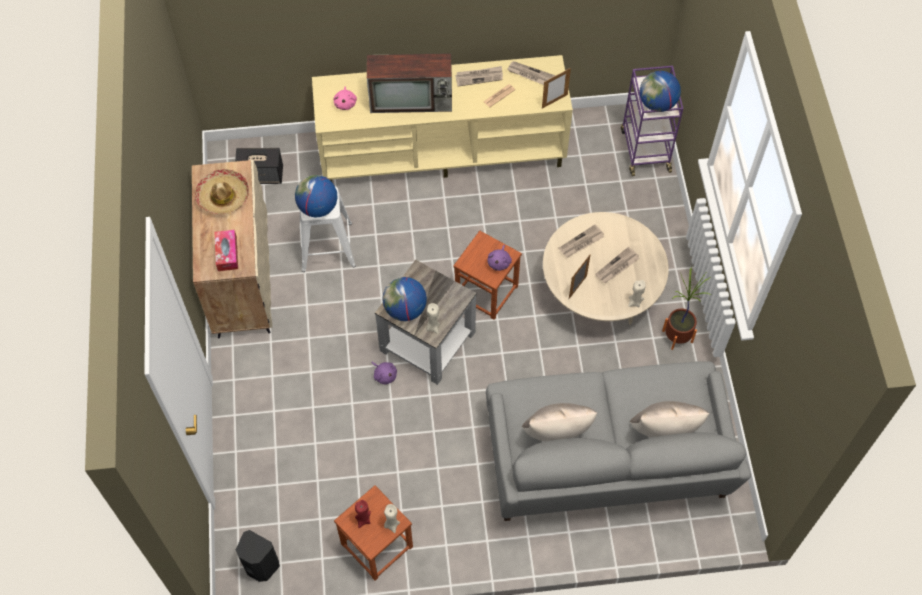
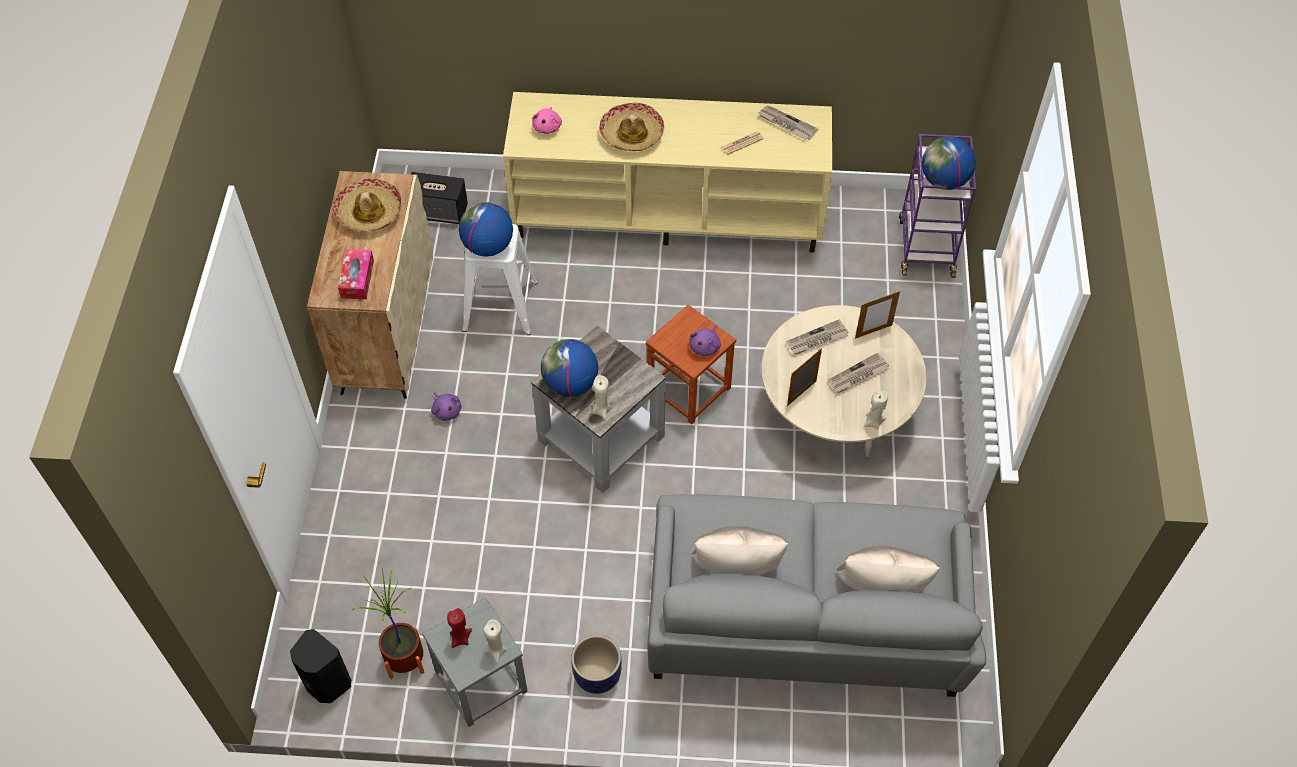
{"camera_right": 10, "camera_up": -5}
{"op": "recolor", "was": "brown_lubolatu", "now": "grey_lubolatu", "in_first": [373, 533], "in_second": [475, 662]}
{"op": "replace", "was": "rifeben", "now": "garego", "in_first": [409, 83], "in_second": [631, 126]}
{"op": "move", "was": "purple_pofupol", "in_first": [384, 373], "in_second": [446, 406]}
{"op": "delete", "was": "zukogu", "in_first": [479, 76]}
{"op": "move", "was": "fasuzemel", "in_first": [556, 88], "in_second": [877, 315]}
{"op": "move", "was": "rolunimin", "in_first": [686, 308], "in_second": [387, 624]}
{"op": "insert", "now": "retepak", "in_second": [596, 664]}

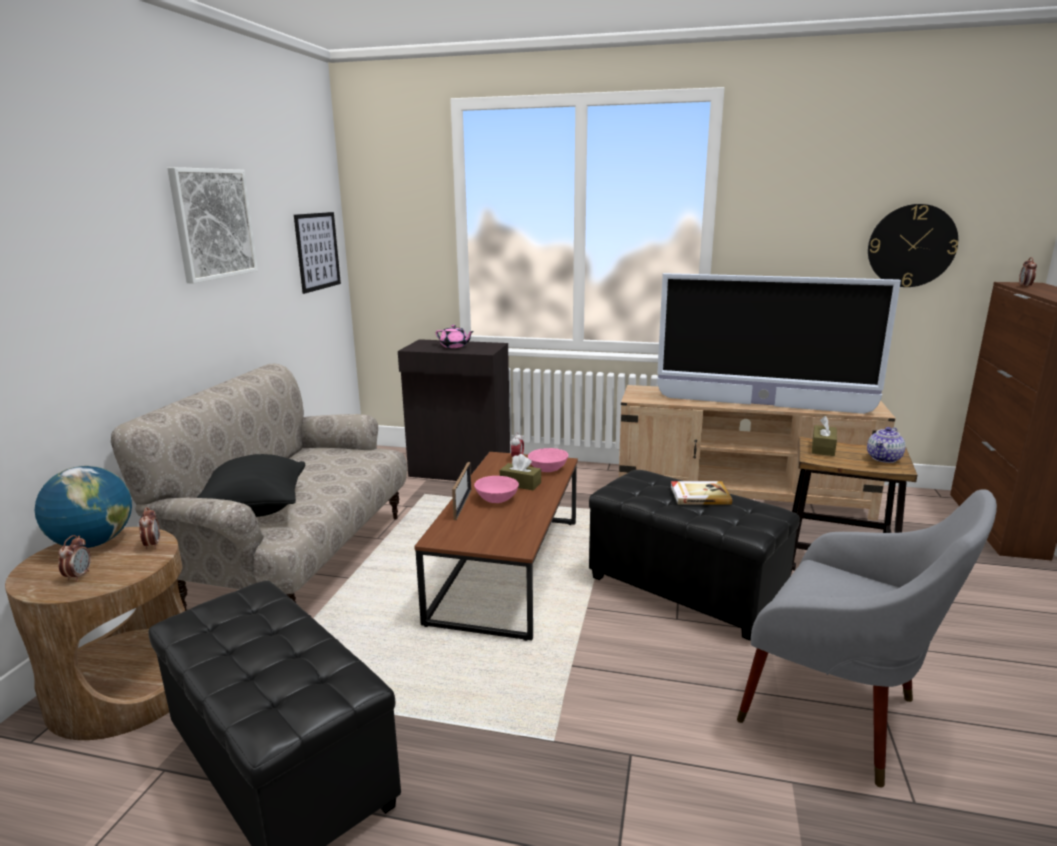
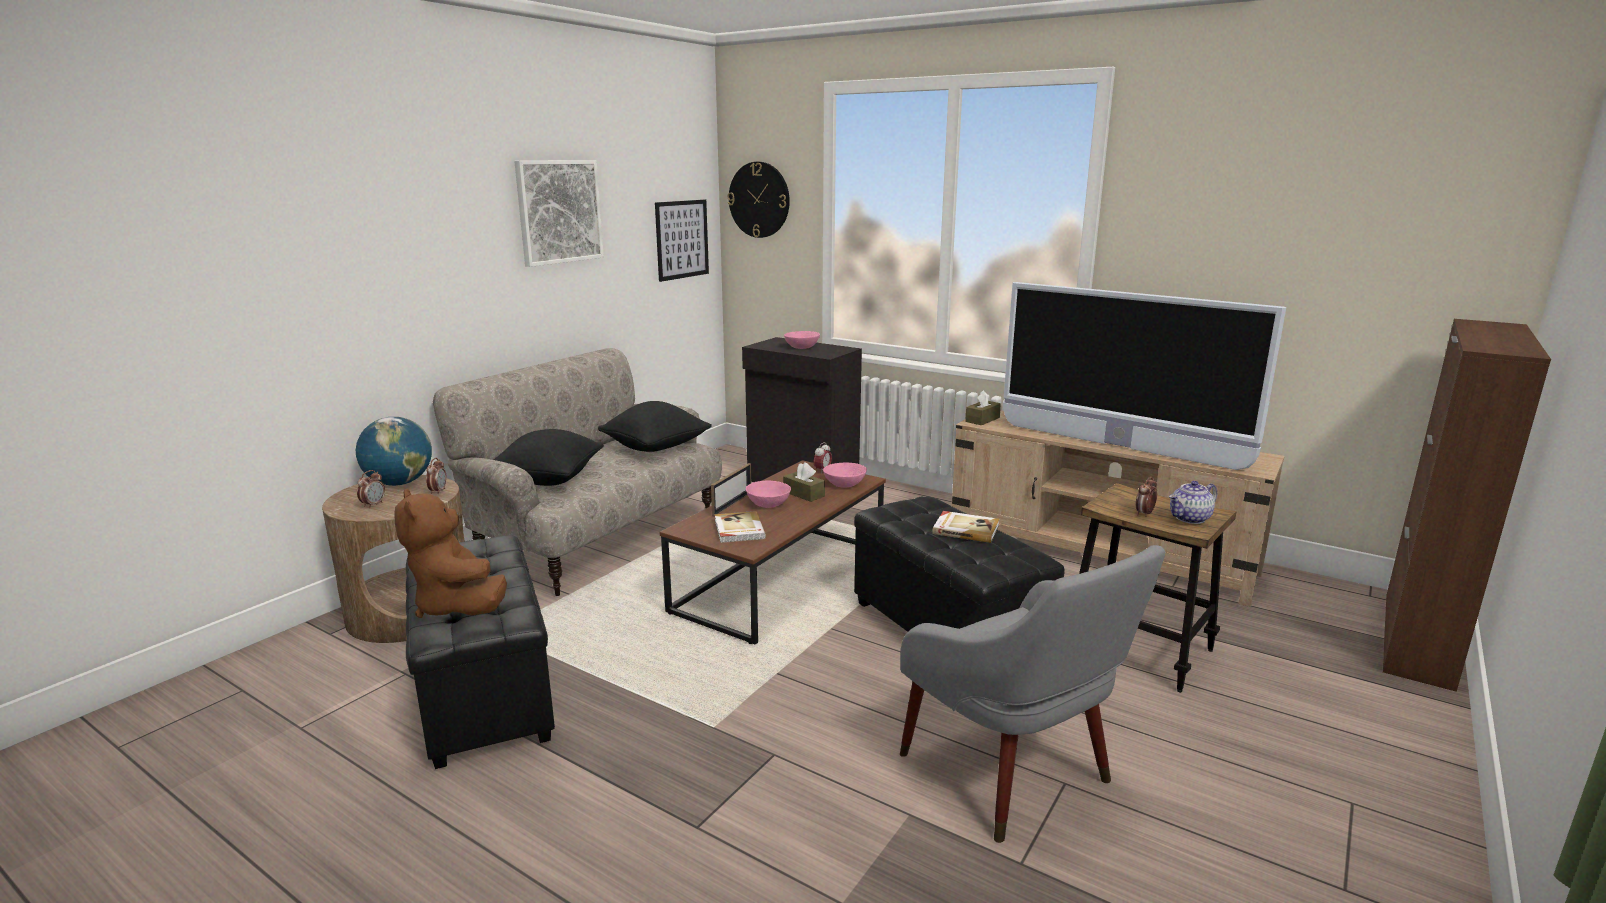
{"camera_right": 20, "camera_up": 0}
{"op": "replace", "was": "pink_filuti", "now": "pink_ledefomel", "in_first": [455, 336], "in_second": [802, 340]}
{"op": "move", "was": "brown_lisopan", "in_first": [824, 436], "in_second": [983, 407]}
{"op": "move", "was": "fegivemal", "in_first": [913, 245], "in_second": [758, 200]}
{"op": "move", "was": "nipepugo", "in_first": [1028, 272], "in_second": [1146, 497]}
{"op": "insert", "now": "brown_pofupol", "in_second": [451, 553]}
{"op": "insert", "now": "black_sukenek", "in_second": [655, 426]}
{"op": "insert", "now": "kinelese", "in_second": [740, 527]}

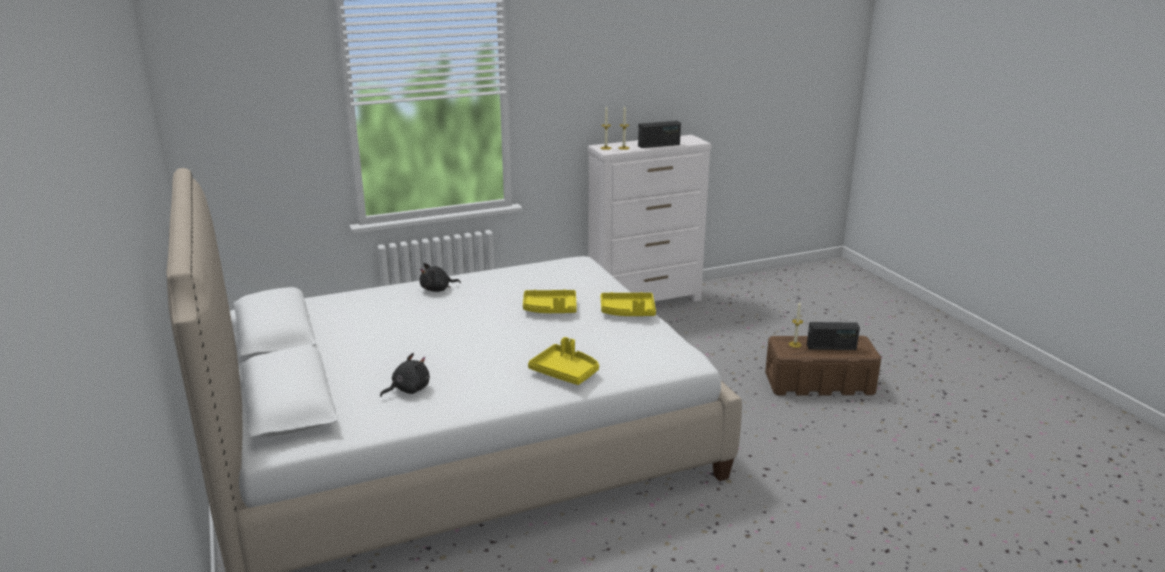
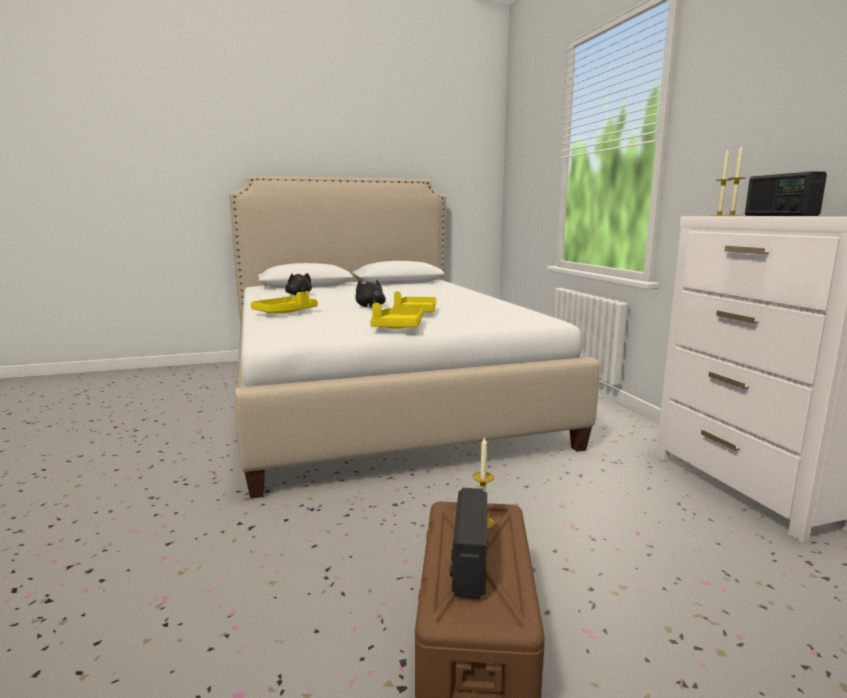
{"camera_right": 95, "camera_up": -10}
{"op": "move", "was": "black_pofupol", "in_first": [440, 277], "in_second": [371, 294]}

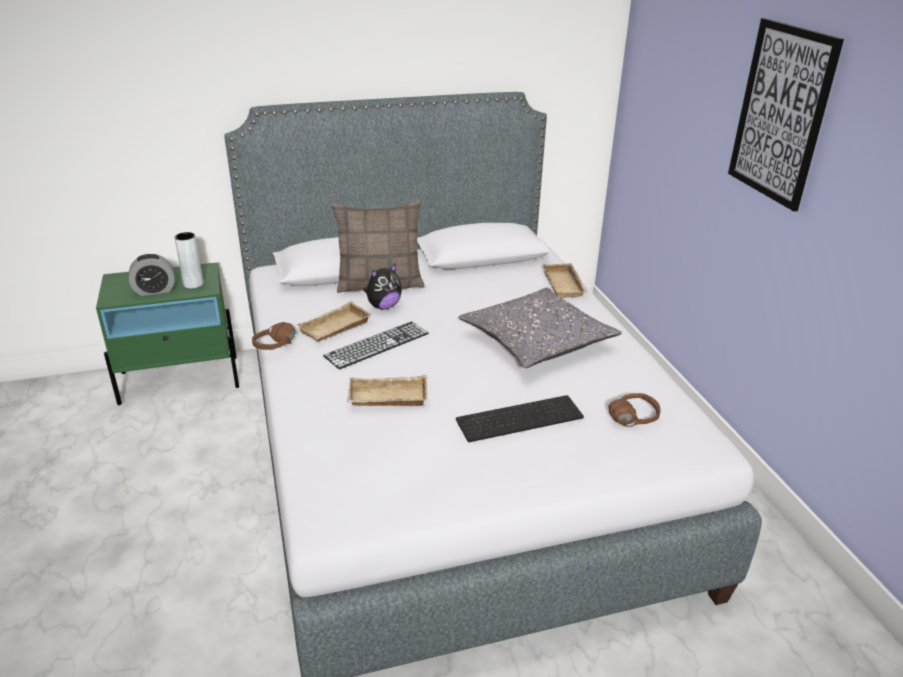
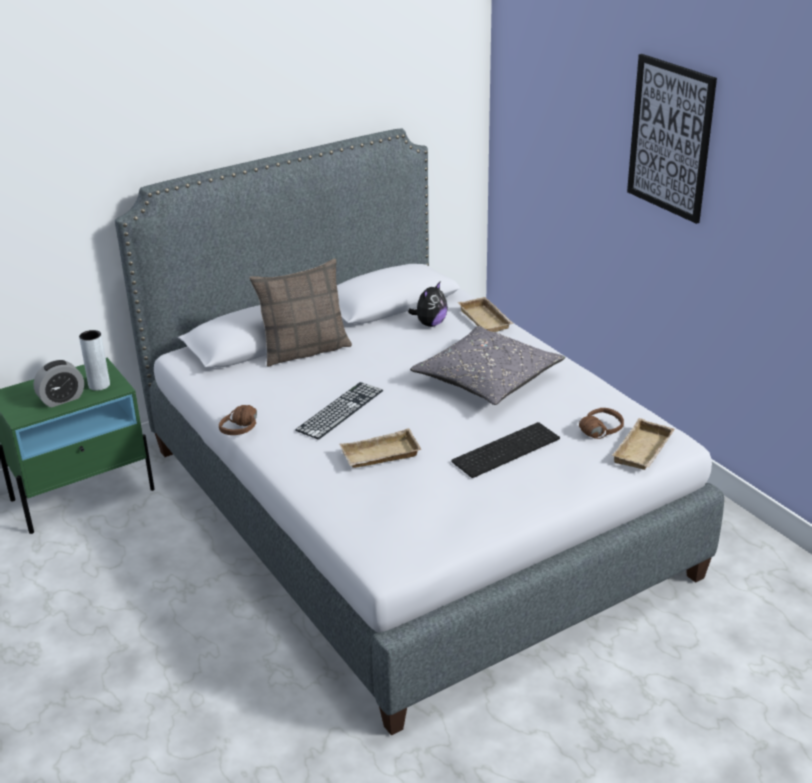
{"camera_right": -15, "camera_up": 0}
{"op": "move", "was": "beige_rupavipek", "in_first": [334, 321], "in_second": [643, 444]}
{"op": "move", "was": "pofupol", "in_first": [383, 286], "in_second": [428, 304]}

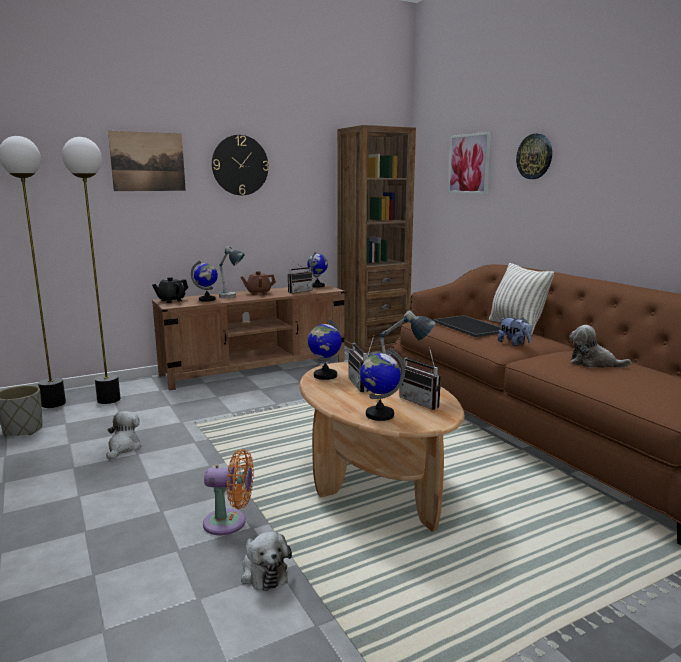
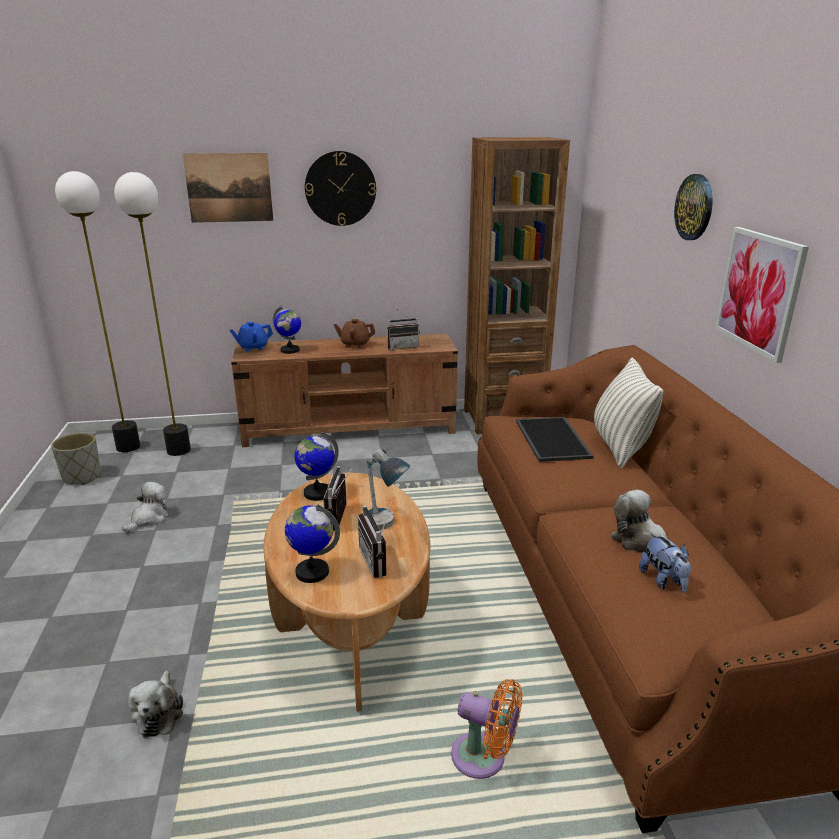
{"camera_right": 20, "camera_up": 10}
{"op": "recolor", "was": "black_filuti", "now": "blue_filuti", "in_first": [170, 290], "in_second": [251, 336]}
{"op": "move", "was": "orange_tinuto", "in_first": [228, 492], "in_second": [487, 729]}
{"op": "delete", "was": "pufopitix", "in_first": [232, 272]}
{"op": "delete", "was": "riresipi", "in_first": [317, 269]}
{"op": "move", "was": "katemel", "in_first": [470, 163], "in_second": [762, 295]}
{"op": "move", "was": "pofupol", "in_first": [514, 332], "in_second": [665, 562]}

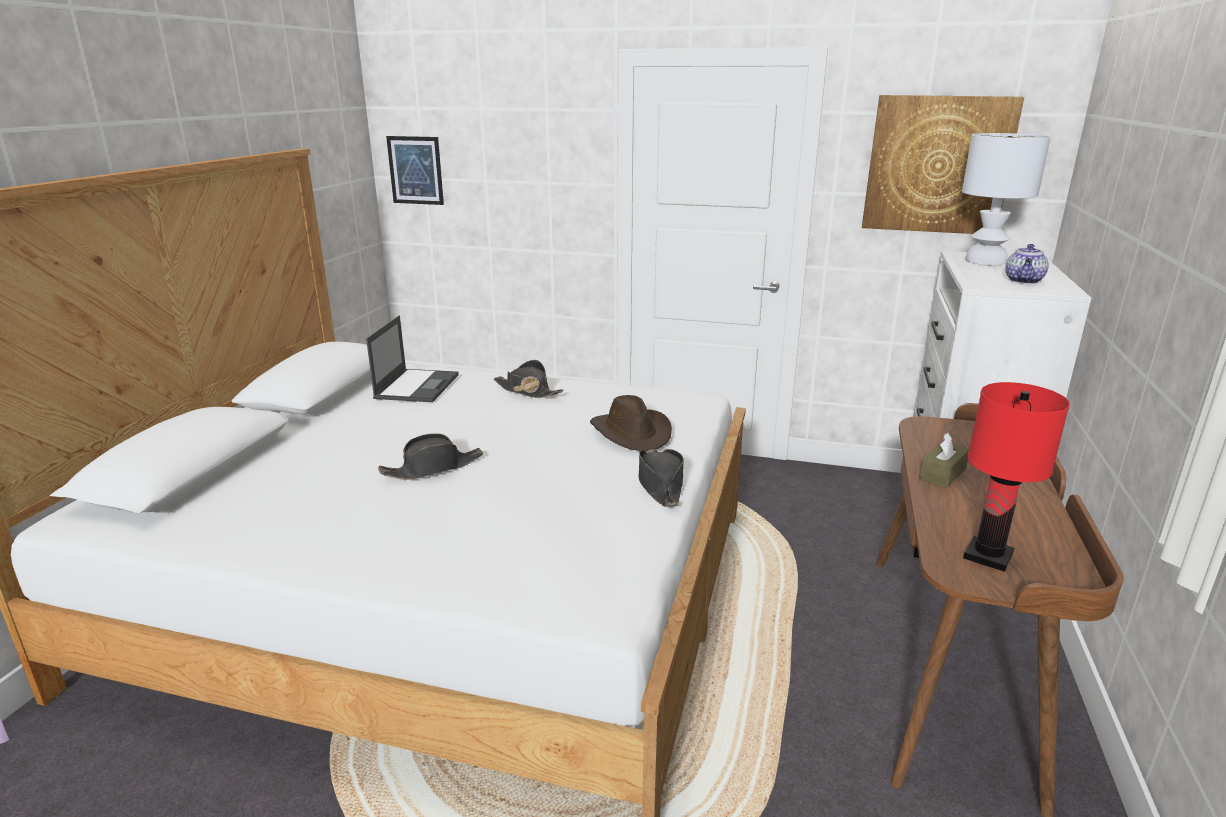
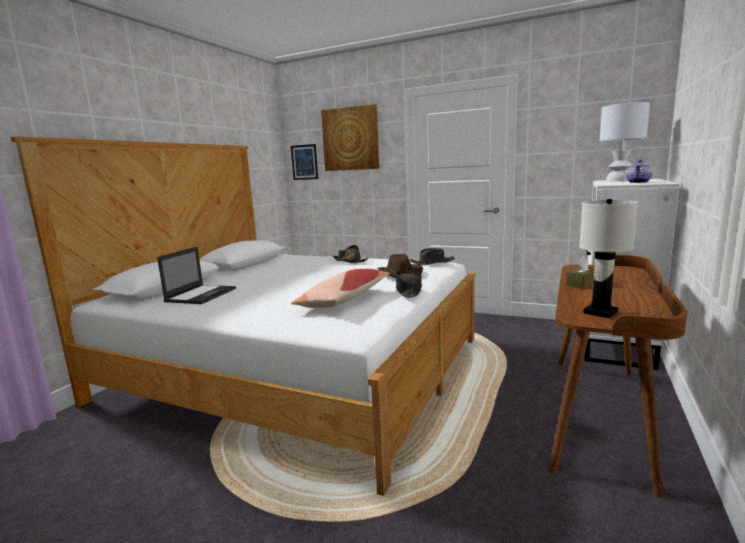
{"camera_right": 10, "camera_up": -10}
{"op": "move", "was": "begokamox", "in_first": [412, 359], "in_second": [196, 275]}
{"op": "move", "was": "black_garego", "in_first": [430, 456], "in_second": [432, 256]}
{"op": "move", "was": "katemel", "in_first": [943, 164], "in_second": [350, 137]}
{"op": "recolor", "was": "red_pufopitix", "now": "white_pufopitix", "in_first": [1016, 477], "in_second": [608, 258]}
{"op": "insert", "now": "sukenek", "in_second": [340, 288]}

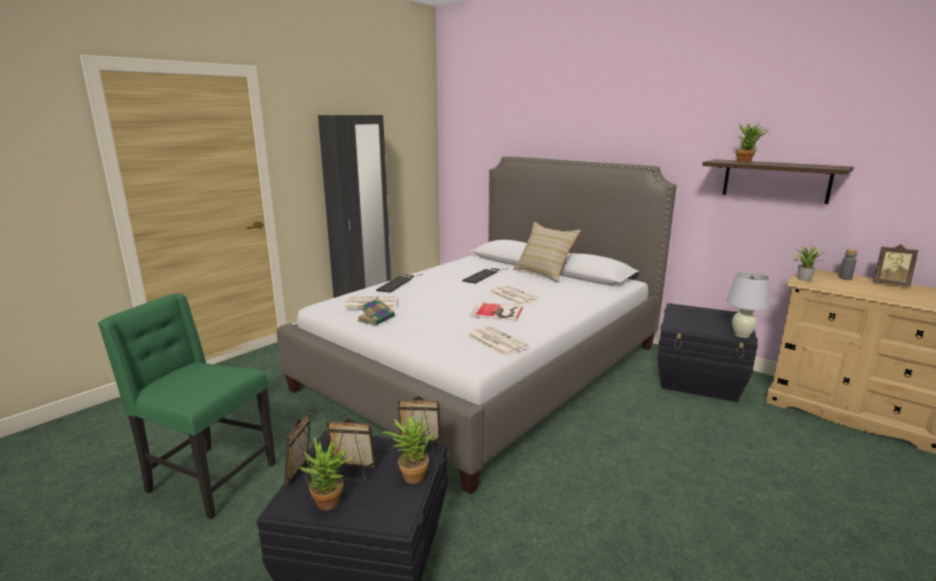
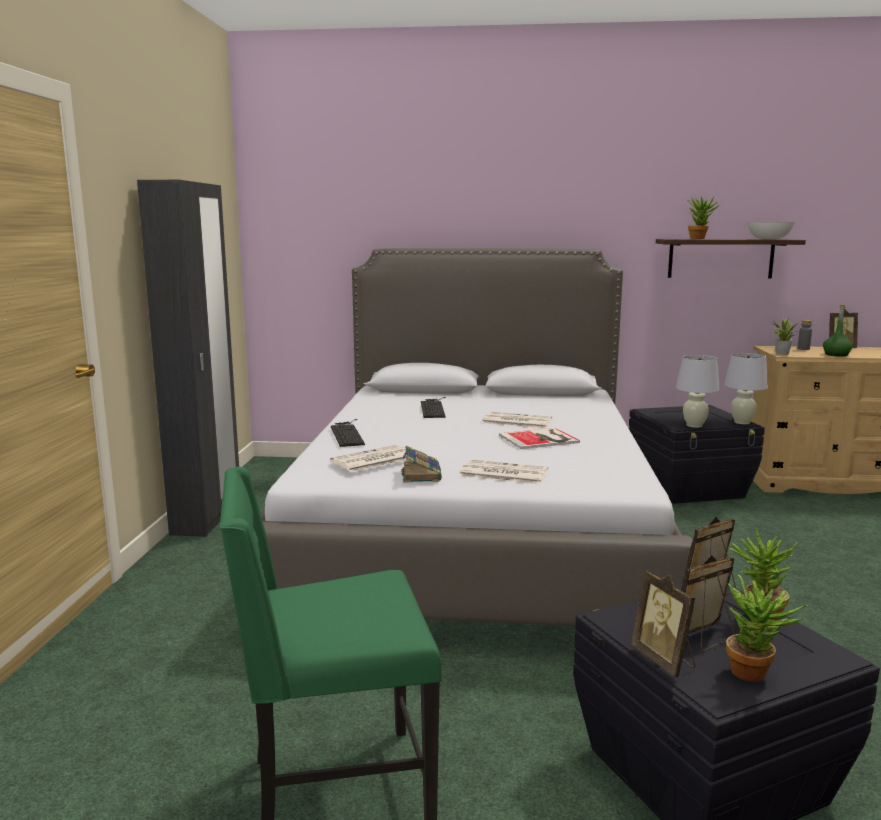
{"camera_right": -35, "camera_up": -5}
{"op": "move", "was": "zukogu", "in_first": [497, 341], "in_second": [503, 472]}
{"op": "delete", "was": "beige_sukenek", "in_first": [547, 252]}
{"op": "insert", "now": "white_pufopitix", "in_second": [698, 391]}
{"op": "insert", "now": "white_ledefomel", "in_second": [771, 230]}
{"op": "insert", "now": "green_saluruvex", "in_second": [838, 330]}

